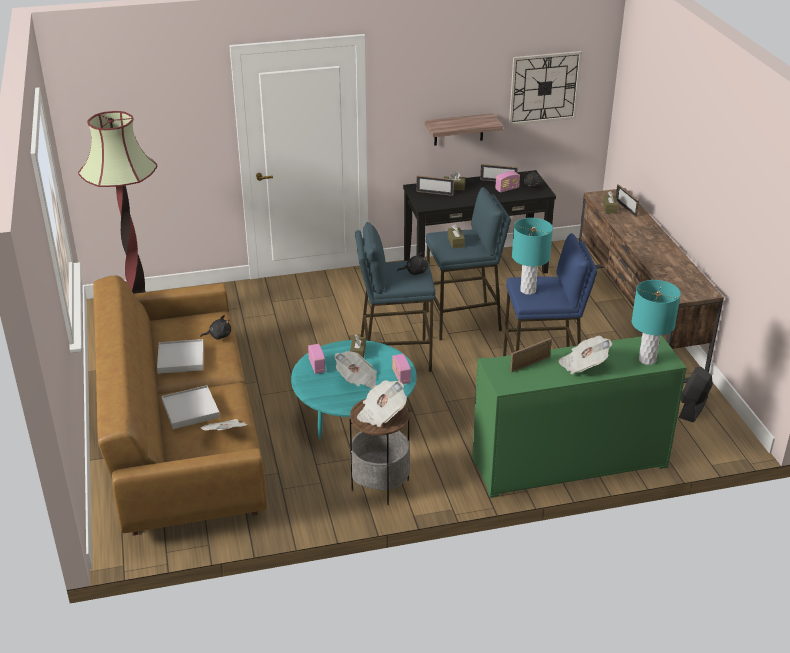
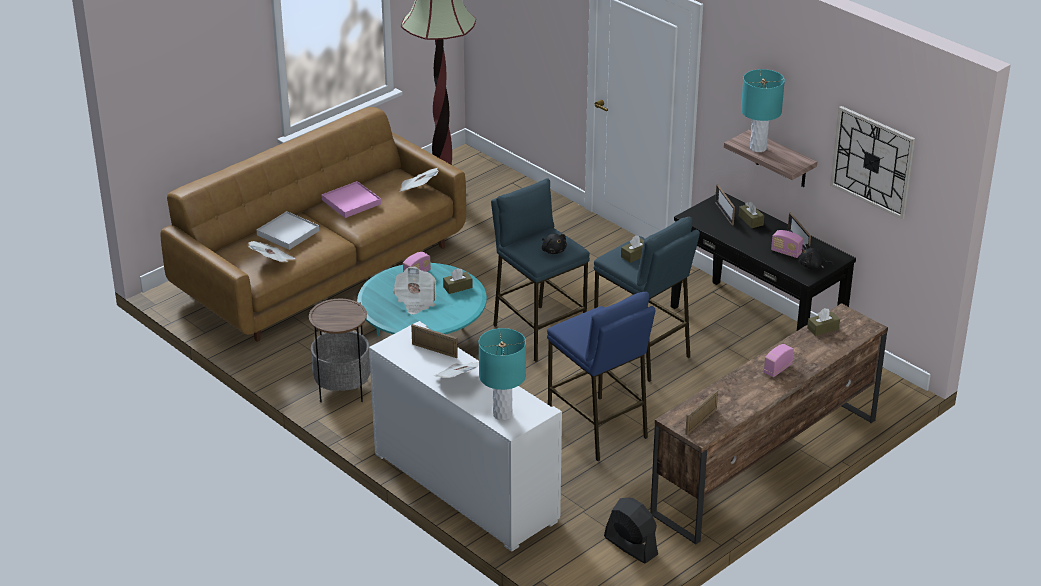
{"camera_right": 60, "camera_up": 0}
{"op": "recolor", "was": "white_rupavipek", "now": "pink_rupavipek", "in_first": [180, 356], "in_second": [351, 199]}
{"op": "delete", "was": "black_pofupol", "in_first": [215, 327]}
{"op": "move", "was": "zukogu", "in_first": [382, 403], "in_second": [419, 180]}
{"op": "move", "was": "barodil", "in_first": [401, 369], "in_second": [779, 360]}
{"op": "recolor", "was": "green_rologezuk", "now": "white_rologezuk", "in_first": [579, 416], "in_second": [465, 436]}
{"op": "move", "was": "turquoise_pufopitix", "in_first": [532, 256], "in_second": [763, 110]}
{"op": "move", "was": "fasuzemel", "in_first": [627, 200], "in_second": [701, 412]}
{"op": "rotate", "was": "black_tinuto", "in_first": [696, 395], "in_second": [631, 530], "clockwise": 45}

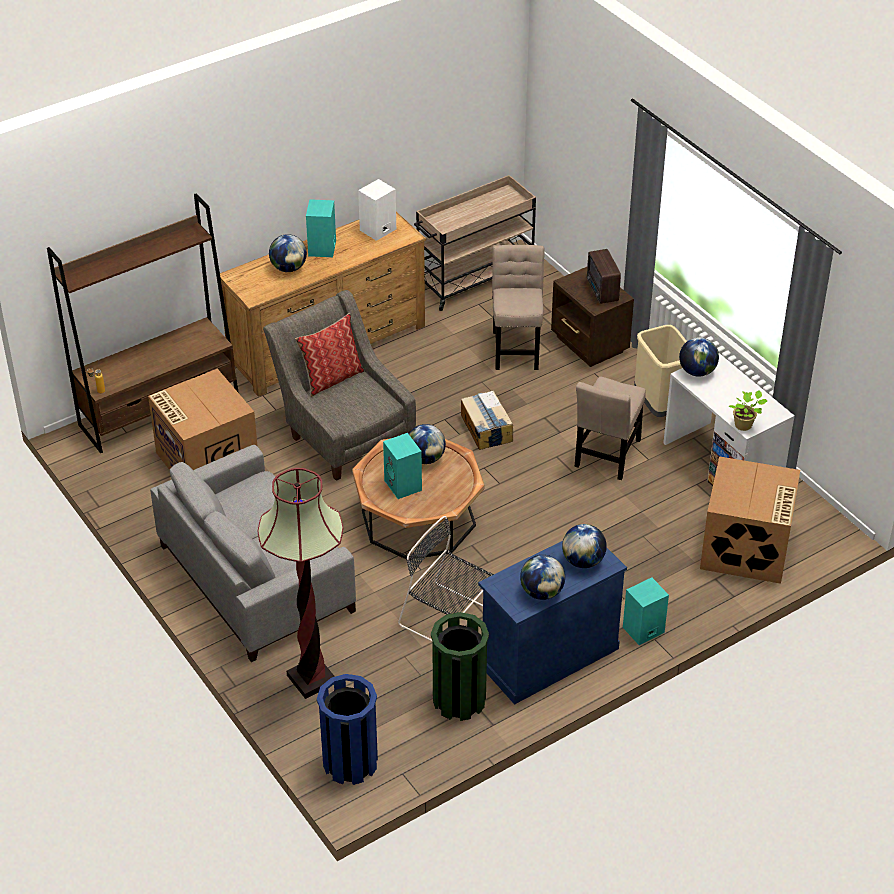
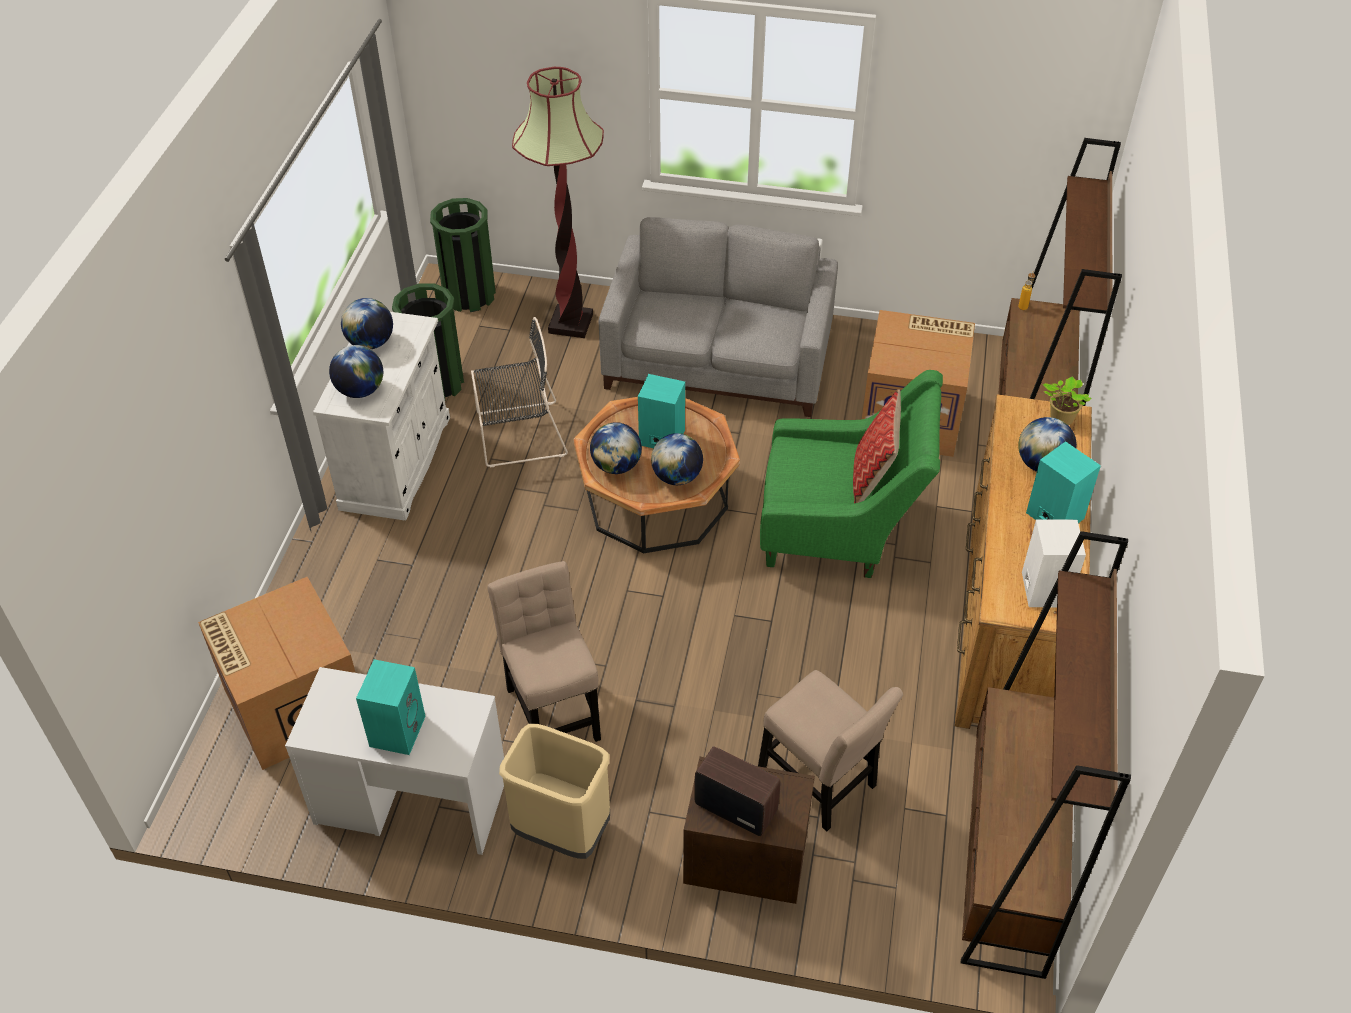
{"camera_right": 135, "camera_up": 5}
{"op": "recolor", "was": "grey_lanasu", "now": "green_lanasu", "in_first": [339, 385], "in_second": [851, 474]}
{"op": "recolor", "was": "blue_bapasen", "now": "green_bapasen", "in_first": [347, 729], "in_second": [463, 255]}
{"op": "replace", "was": "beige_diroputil", "now": "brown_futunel", "in_first": [475, 243], "in_second": [1046, 755]}
{"op": "delete", "was": "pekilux", "in_first": [487, 420]}
{"op": "recolor", "was": "blue_rologezuk", "now": "white_rologezuk", "in_first": [552, 623], "in_second": [381, 416]}
{"op": "move", "was": "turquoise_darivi", "in_first": [646, 611], "in_second": [391, 707]}
{"op": "move", "was": "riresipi", "in_first": [699, 357], "in_second": [616, 448]}
{"op": "move", "was": "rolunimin", "in_first": [748, 410], "in_second": [1066, 401]}

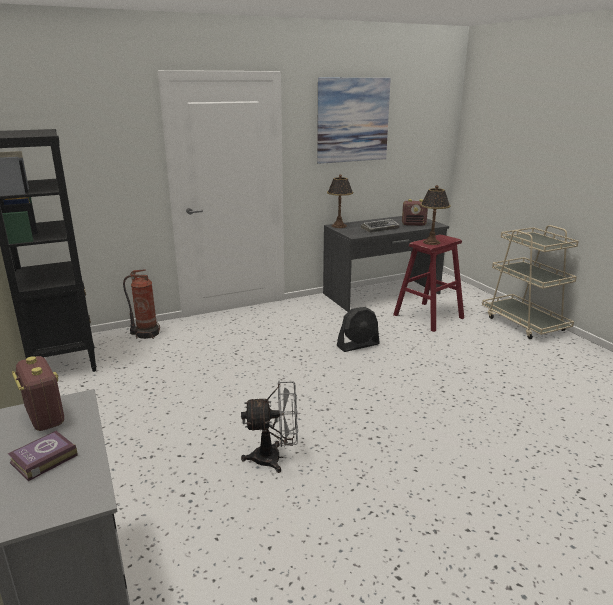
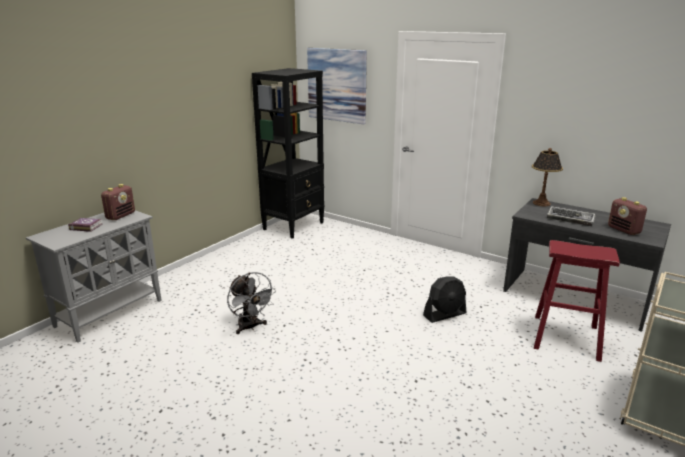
{"camera_right": 60, "camera_up": 0}
{"op": "delete", "was": "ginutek", "in_first": [141, 304]}
{"op": "move", "was": "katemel", "in_first": [354, 121], "in_second": [337, 86]}
{"op": "rotate", "was": "black_tinuto", "in_first": [358, 329], "in_second": [444, 299], "clockwise": -60}
{"op": "delete", "was": "pufopitix", "in_first": [435, 215]}

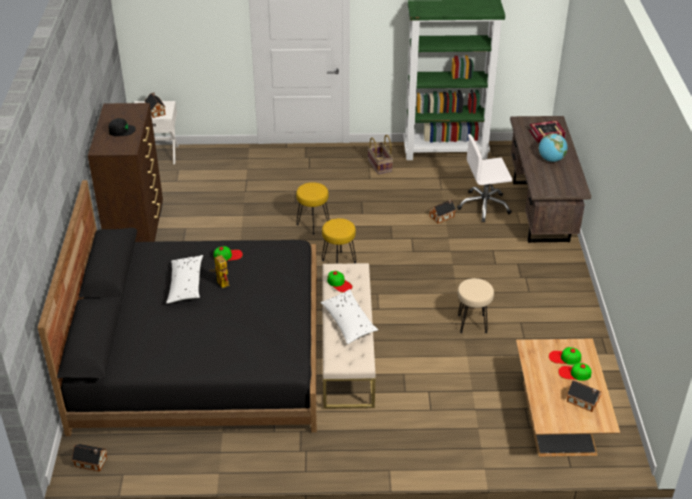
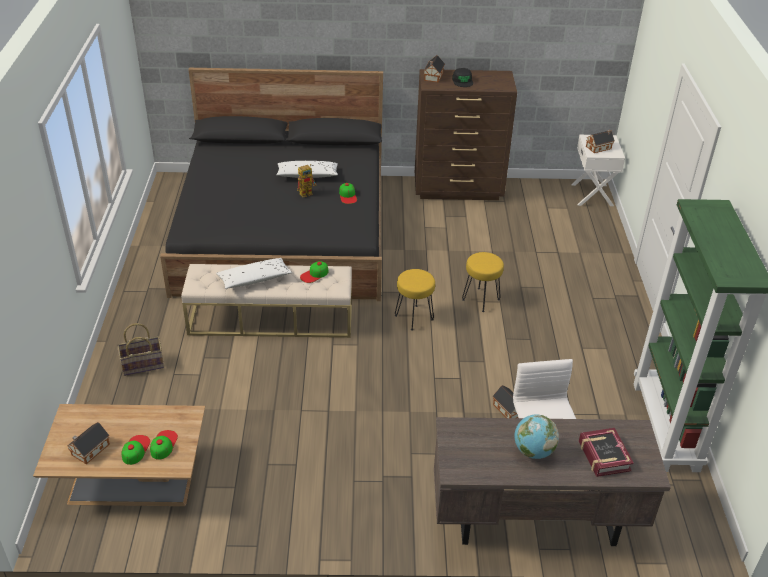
{"camera_right": 90, "camera_up": 0}
{"op": "move", "was": "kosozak", "in_first": [89, 458], "in_second": [434, 69]}
{"op": "move", "was": "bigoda", "in_first": [380, 154], "in_second": [140, 349]}
{"op": "delete", "was": "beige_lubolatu", "in_first": [475, 305]}

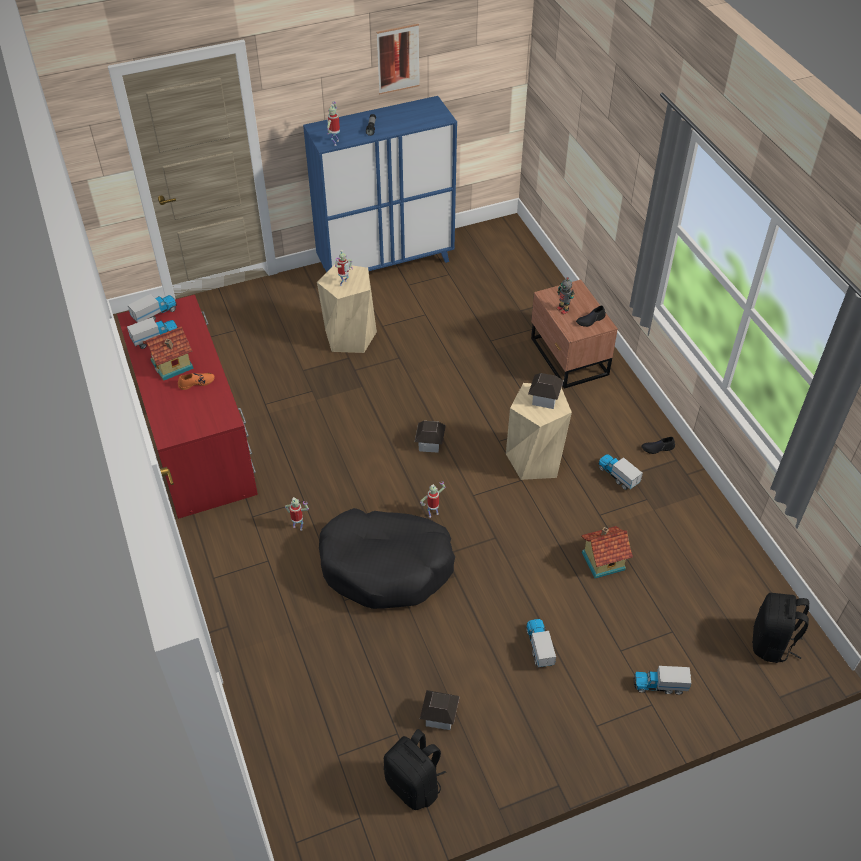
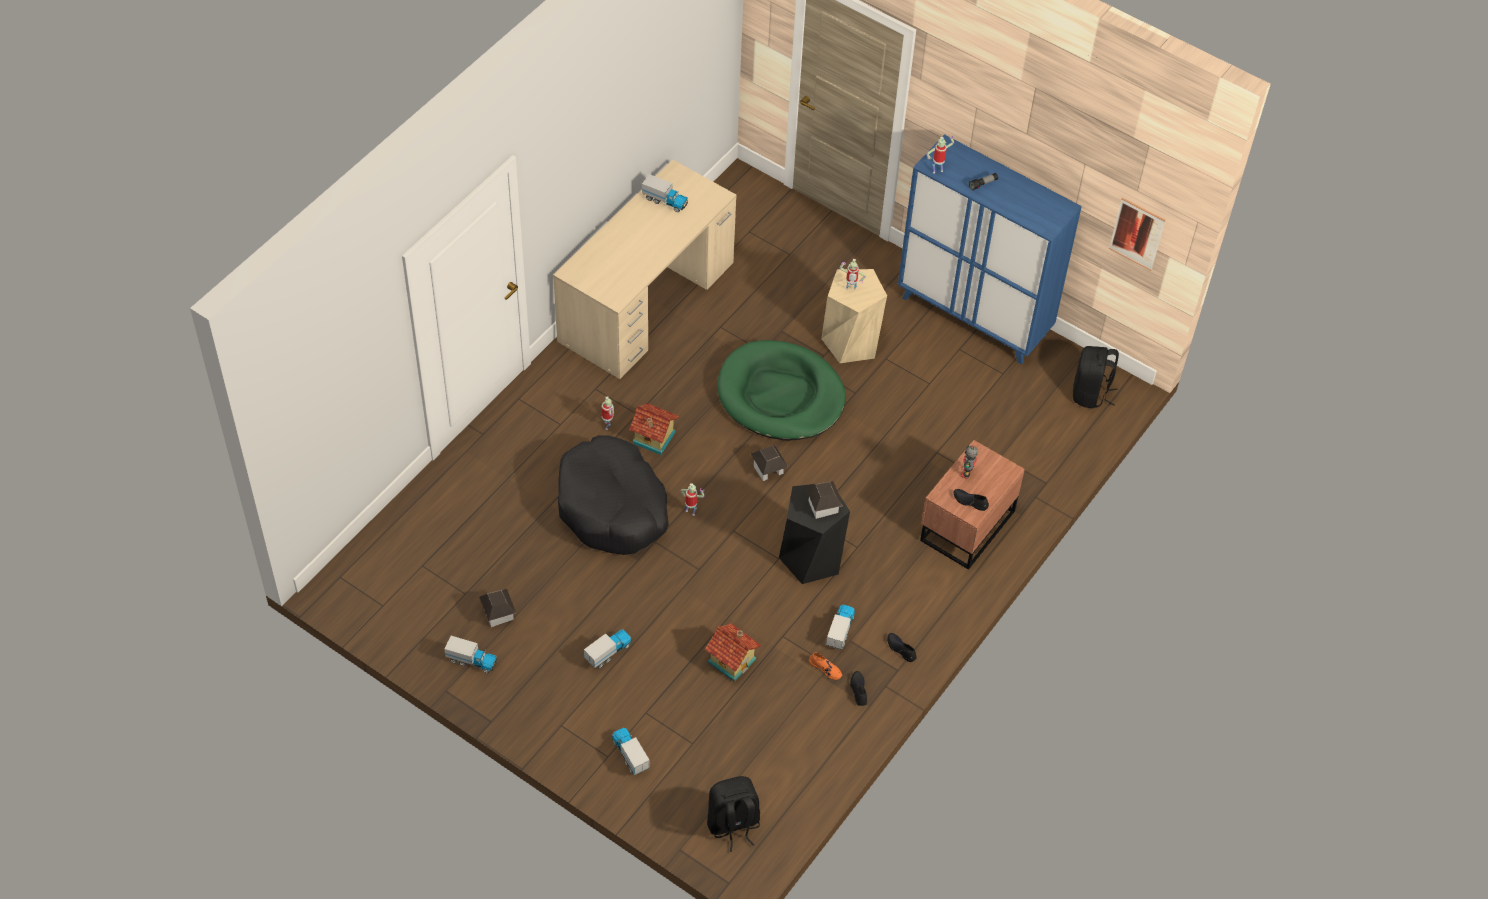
{"camera_right": 55, "camera_up": 5}
{"op": "recolor", "was": "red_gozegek", "now": "beige_gozegek", "in_first": [187, 407], "in_second": [644, 269]}
{"op": "move", "was": "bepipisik", "in_first": [152, 308], "in_second": [471, 654]}
{"op": "move", "was": "kosozak", "in_first": [168, 353], "in_second": [654, 429]}
{"op": "move", "was": "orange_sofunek", "in_first": [196, 381], "in_second": [825, 666]}
{"op": "move", "was": "katemel", "in_first": [398, 59], "in_second": [1137, 234]}
{"op": "move", "was": "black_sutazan", "in_first": [415, 769], "in_second": [1096, 377]}
{"op": "recolor", "was": "beige_lubolatu", "now": "black_lubolatu", "in_first": [539, 431], "in_second": [814, 534]}
{"op": "insert", "now": "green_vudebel", "in_second": [781, 390]}
{"op": "insert", "now": "black_sofunek", "in_second": [858, 688]}

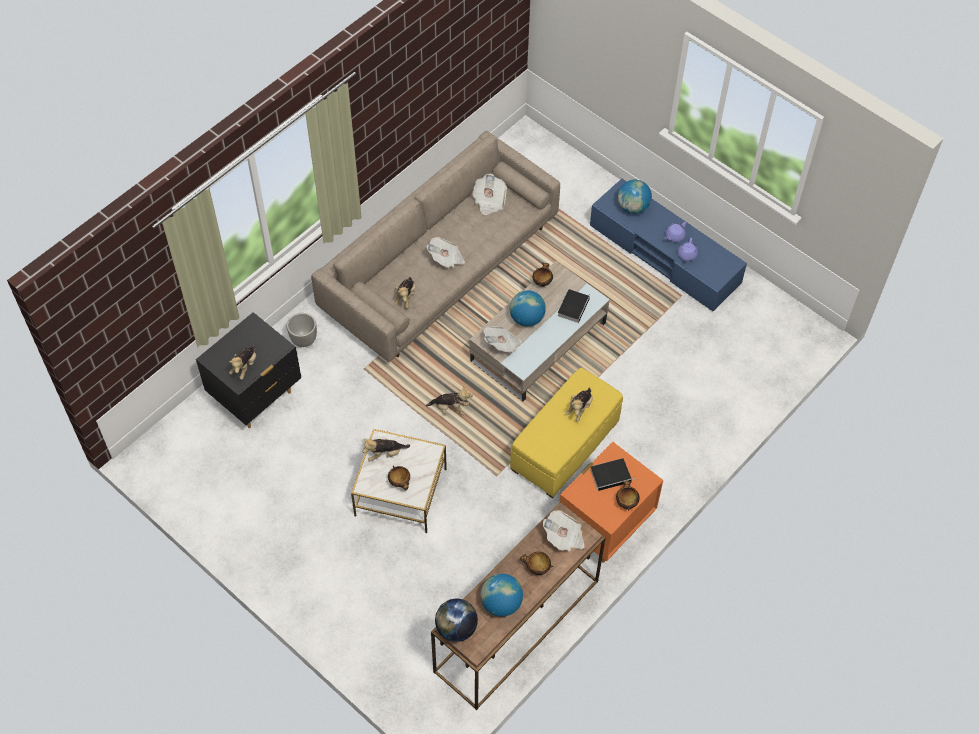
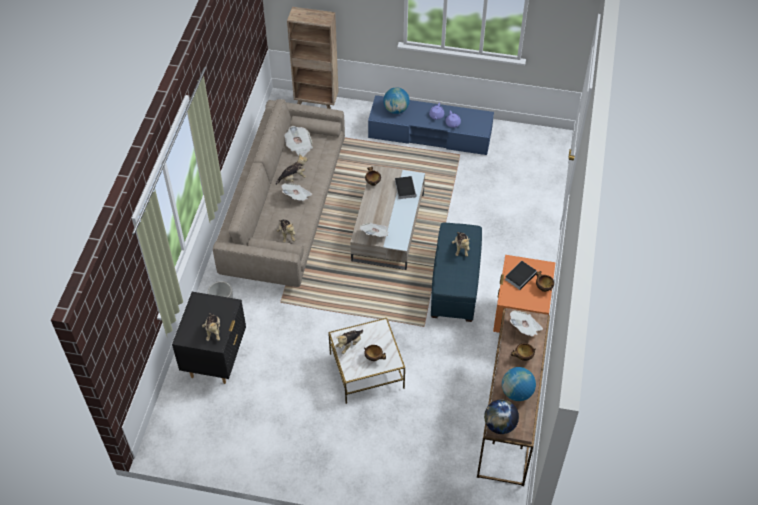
{"camera_right": -30, "camera_up": -5}
{"op": "move", "was": "pofupol", "in_first": [449, 400], "in_second": [292, 169]}
{"op": "delete", "was": "riresipi", "in_first": [528, 308]}
{"op": "recolor", "was": "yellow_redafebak", "now": "blue_redafebak", "in_first": [566, 433], "in_second": [456, 272]}
{"op": "insert", "now": "brown_futunel", "in_second": [312, 58]}

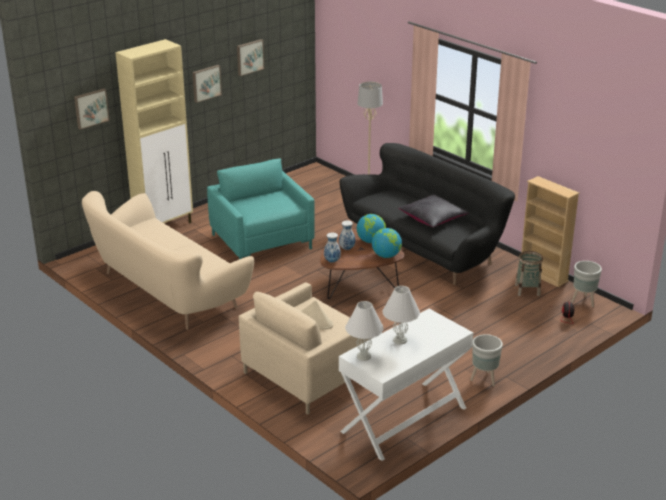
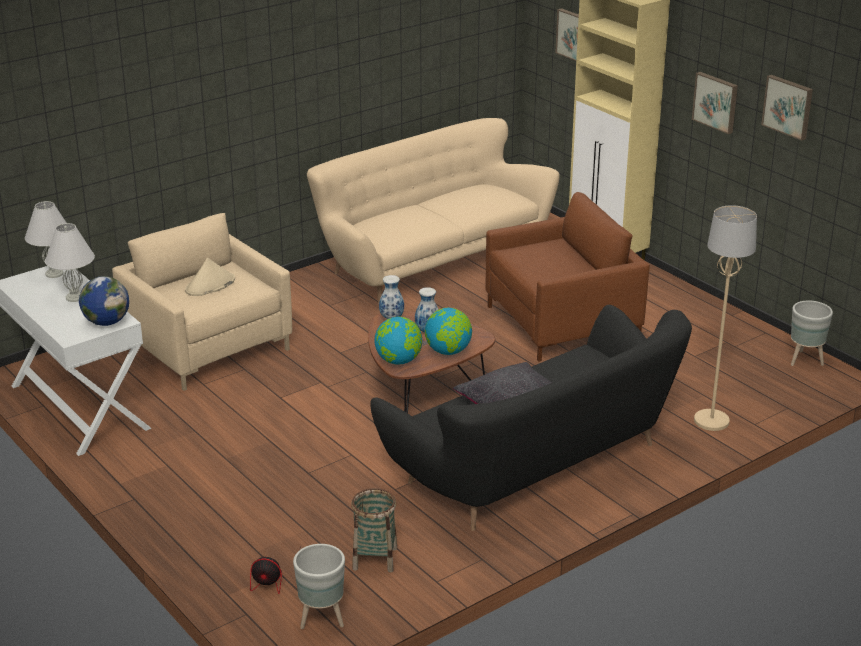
{"camera_right": 95, "camera_up": 0}
{"op": "recolor", "was": "turquoise_lanasu", "now": "brown_lanasu", "in_first": [261, 209], "in_second": [568, 277]}
{"op": "move", "was": "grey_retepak", "in_first": [486, 360], "in_second": [812, 333]}
{"op": "delete", "was": "beige_futunel", "in_first": [550, 231]}
{"op": "insert", "now": "riresipi", "in_second": [104, 301]}

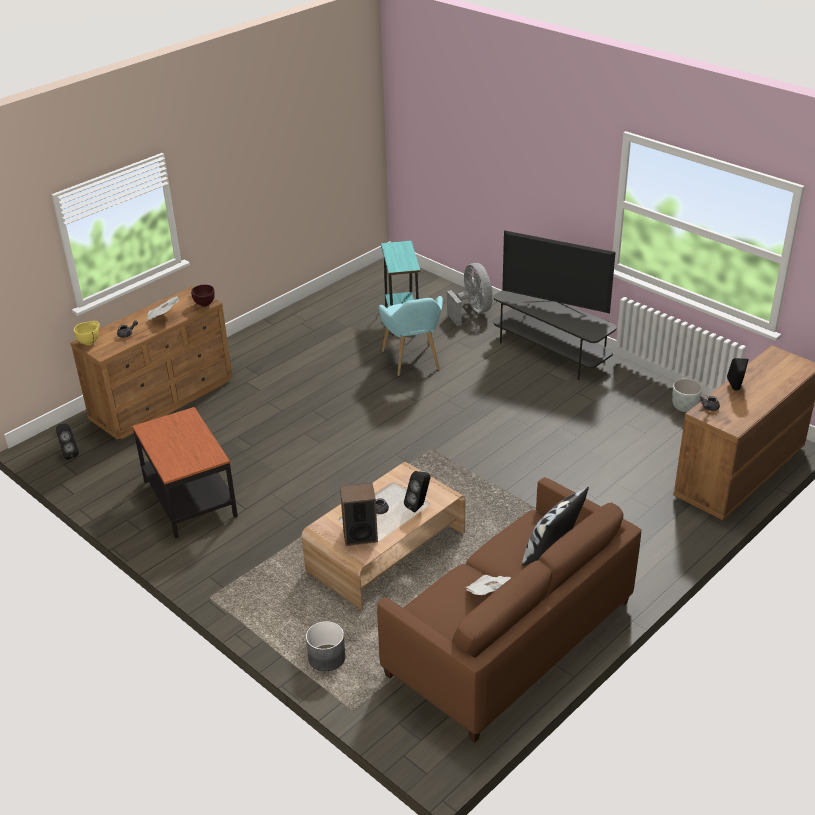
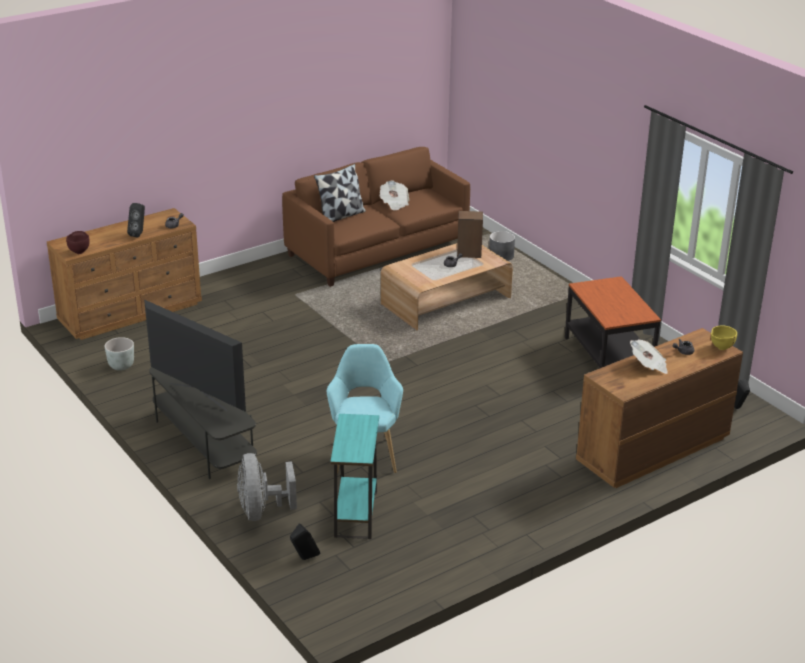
{"camera_right": -170, "camera_up": -5}
{"op": "move", "was": "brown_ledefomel", "in_first": [203, 295], "in_second": [77, 242]}
{"op": "move", "was": "black_darivi", "in_first": [417, 491], "in_second": [305, 542]}

